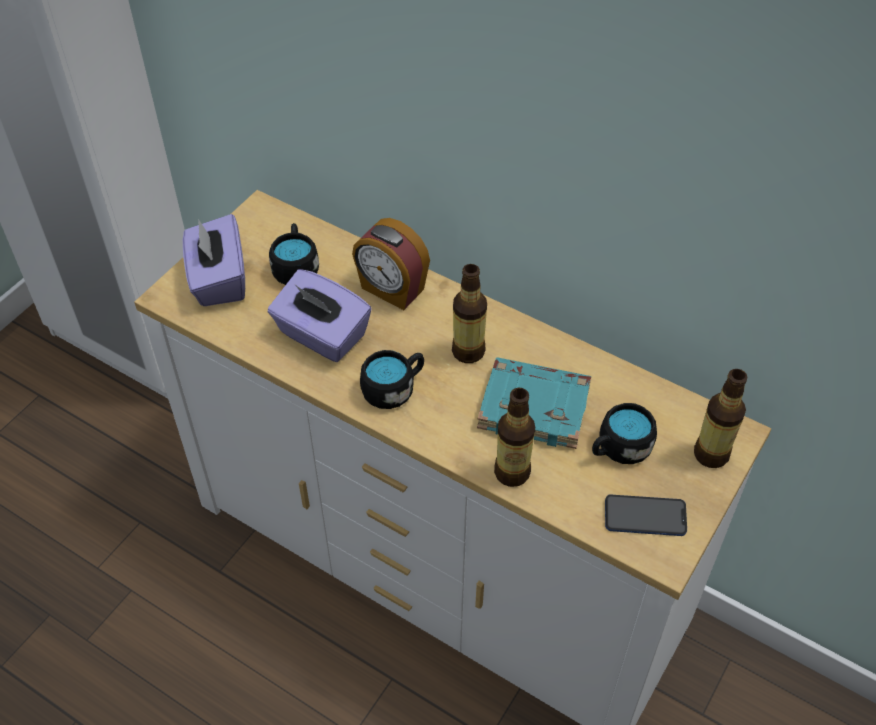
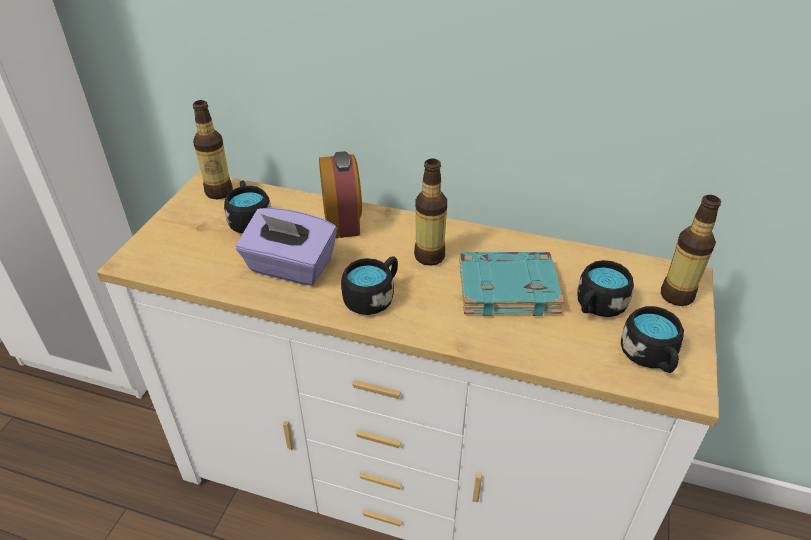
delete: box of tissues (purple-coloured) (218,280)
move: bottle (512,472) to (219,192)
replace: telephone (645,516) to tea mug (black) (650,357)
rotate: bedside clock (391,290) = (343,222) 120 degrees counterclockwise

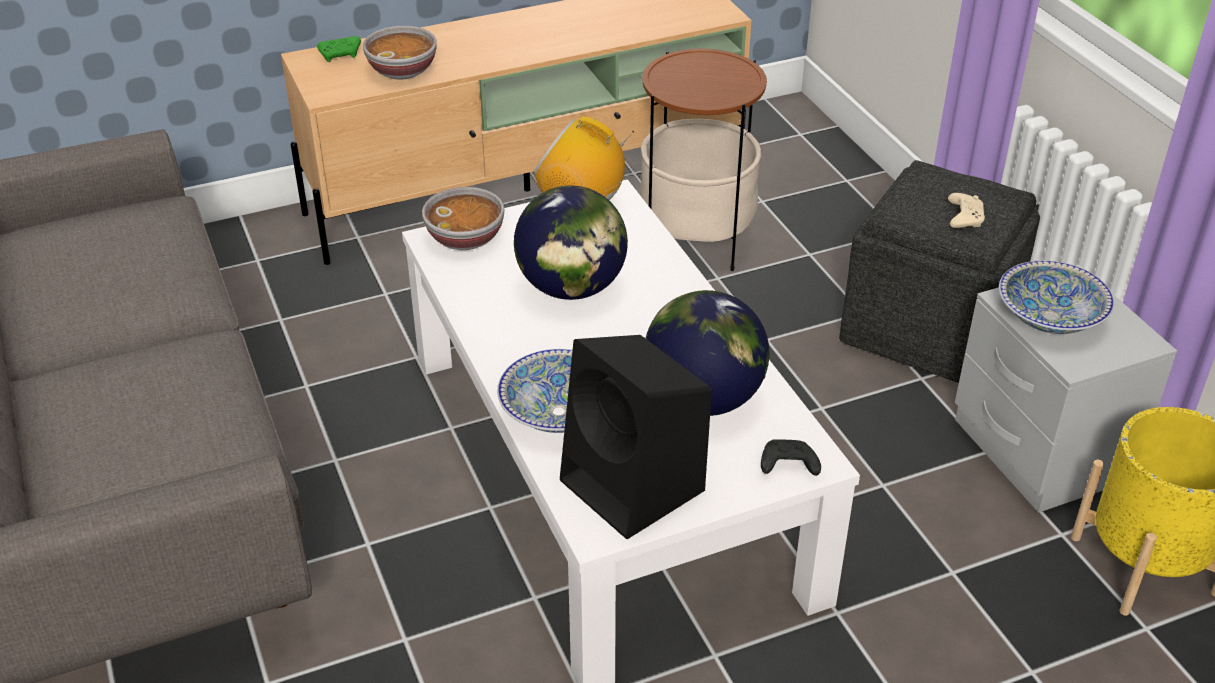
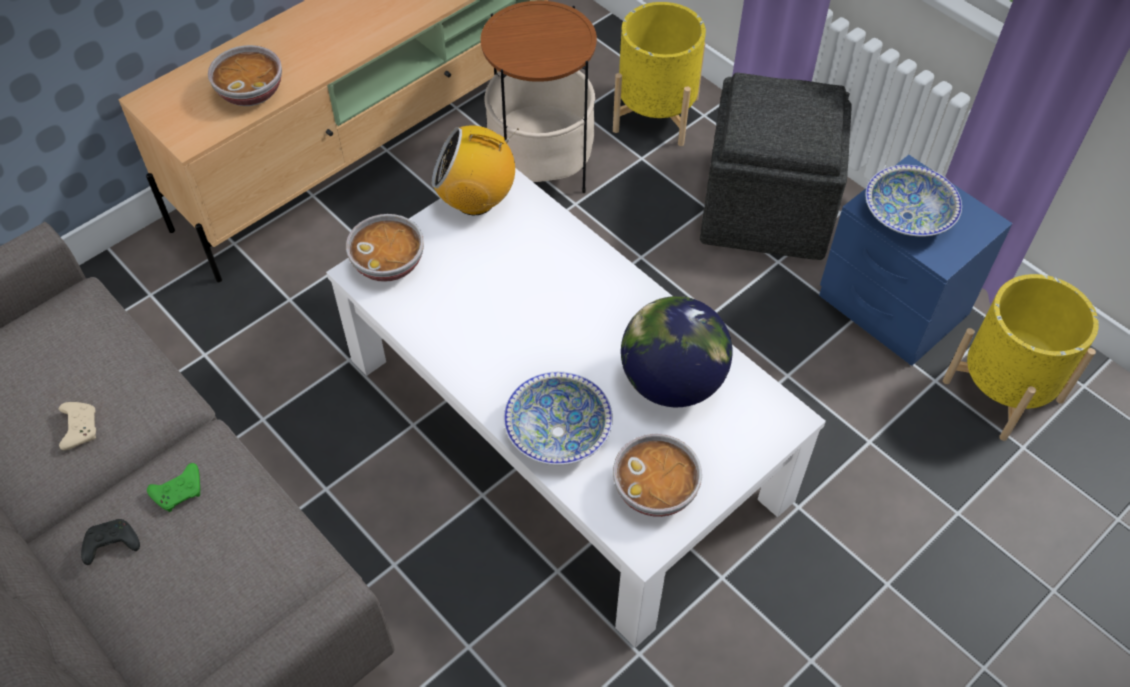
delete: world globe (571,288)
insert: plant pot (yellow) (656,114)
move: joypad (greenish) (341,55) to (180,492); joypad (black) (787,466) to (111,546); joypad (sand-coloured) (964,217) to (80,428)
replace: loudspeaker (black) (635,487) to serving bowl (656,490)
recolor: nightstand (grey) (1040,450) to nightstand (blue-coloured) (892,305)

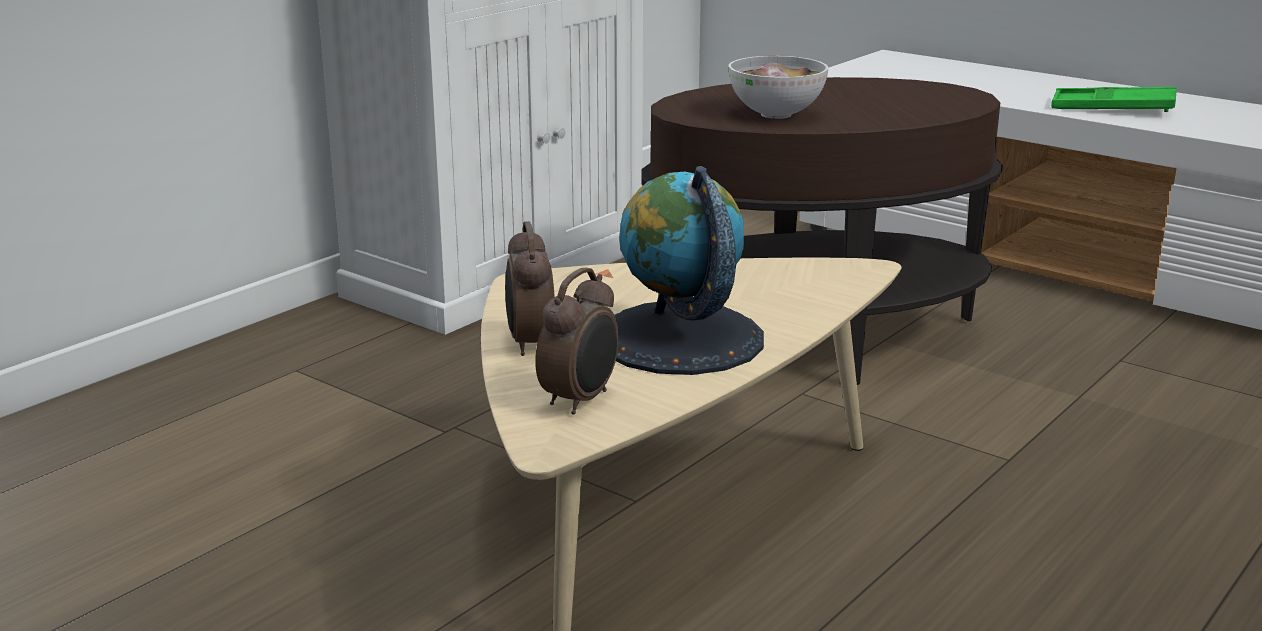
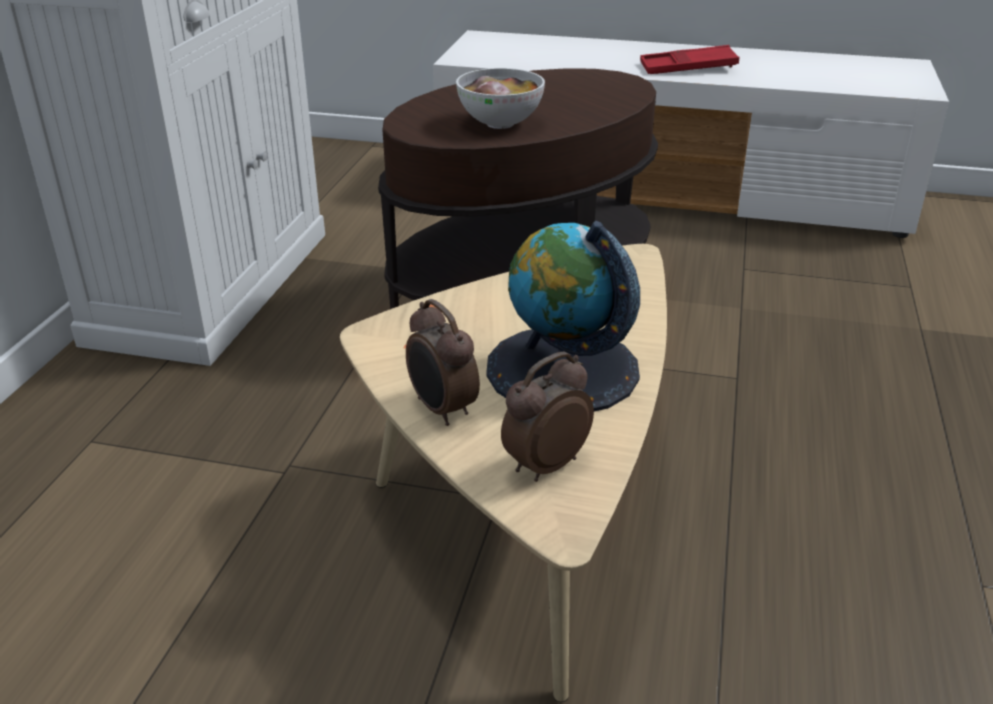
recolor: serving tray (greenish) (1112,108) to serving tray (reddish) (688,68)
rotate: bedside clock (581,400) = (544,465) 135 degrees counterclockwise

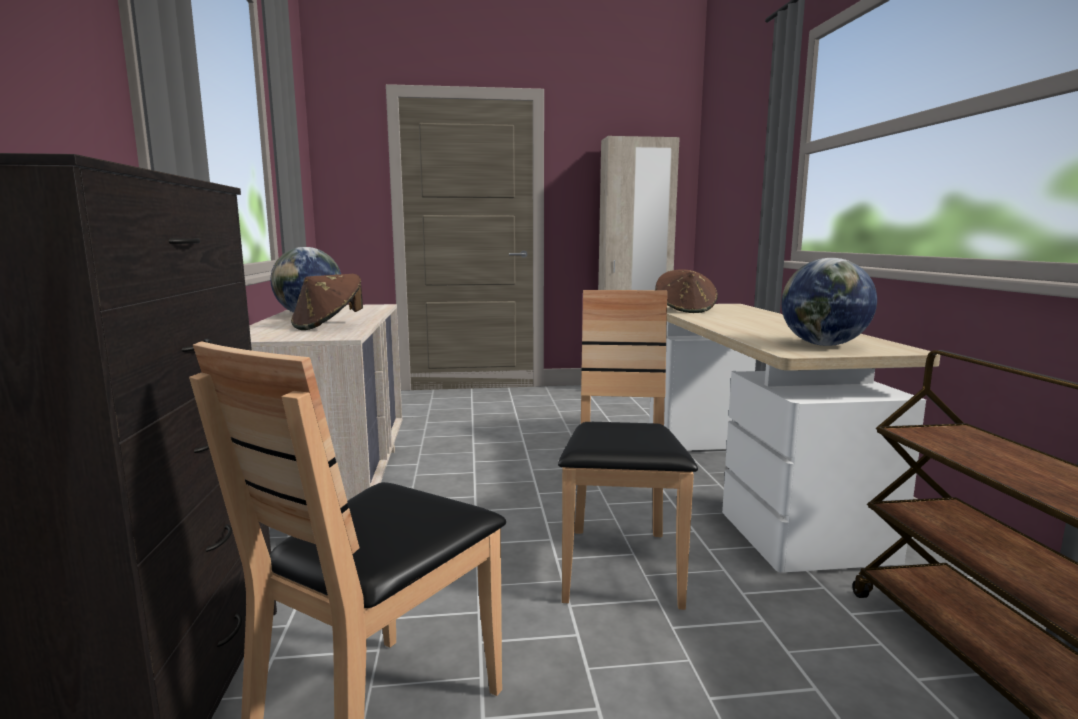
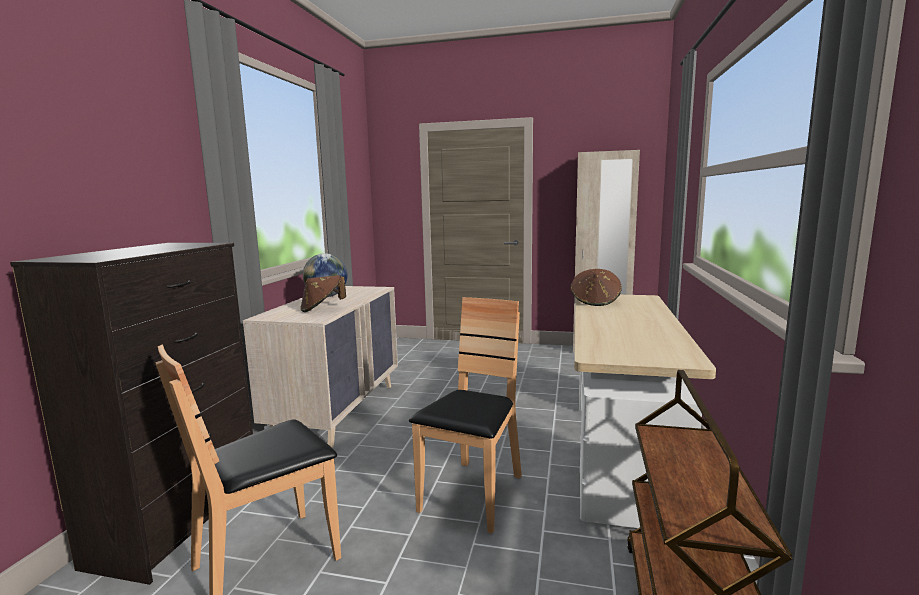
delete: world globe (823,345)

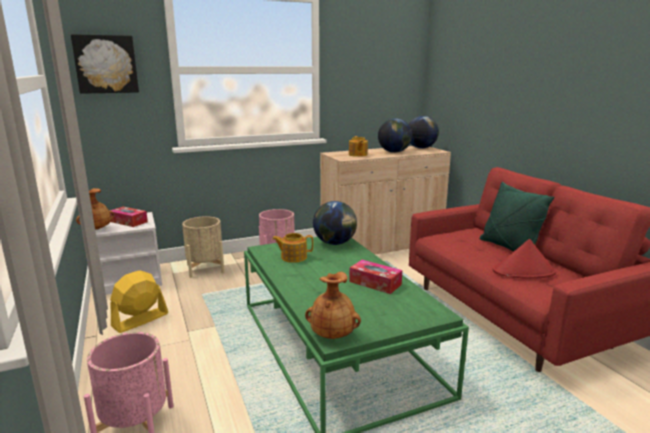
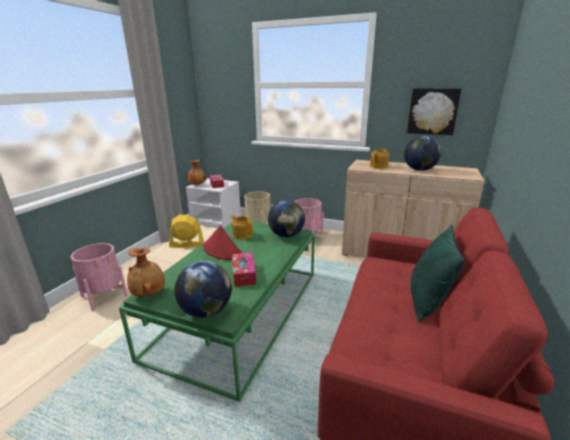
move: wall art (106,64) to (432,111); world globe (421,148) to (206,311); wearable hat (reddish) (524,272) to (222,250)

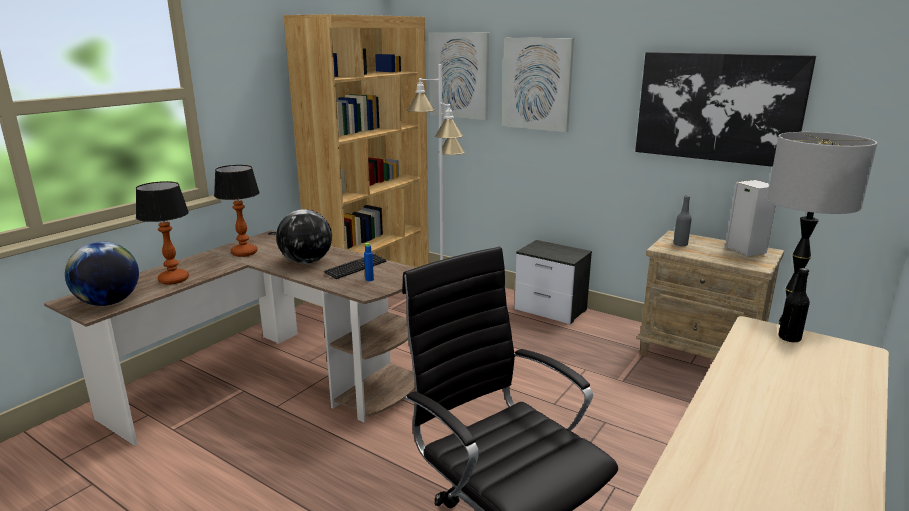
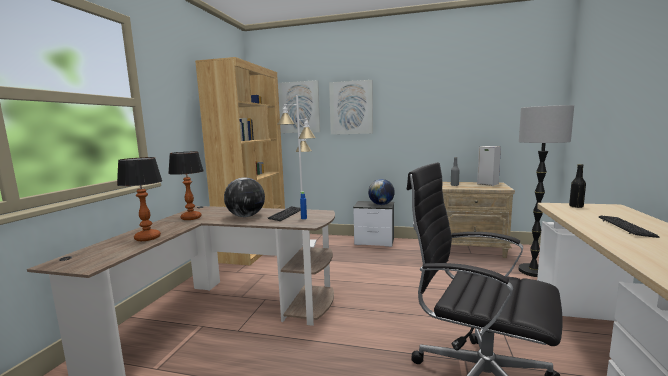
delete: wall art (718,107)
insert: computer keyboard (625,227)
move: world globe (109,302) to (381,204)

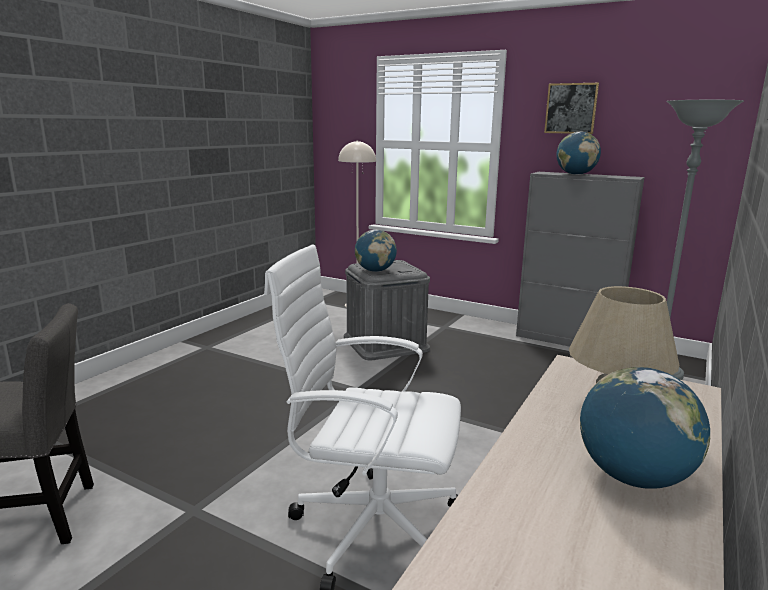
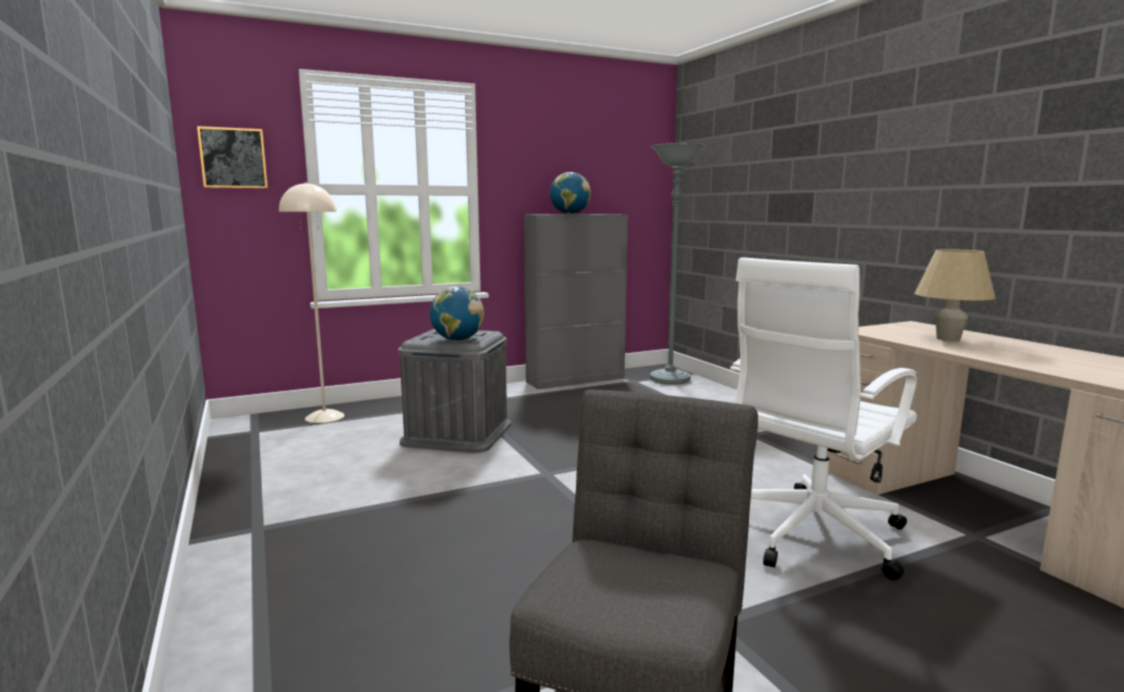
delete: world globe (633,477)
move: wall art (571,108) to (233,158)

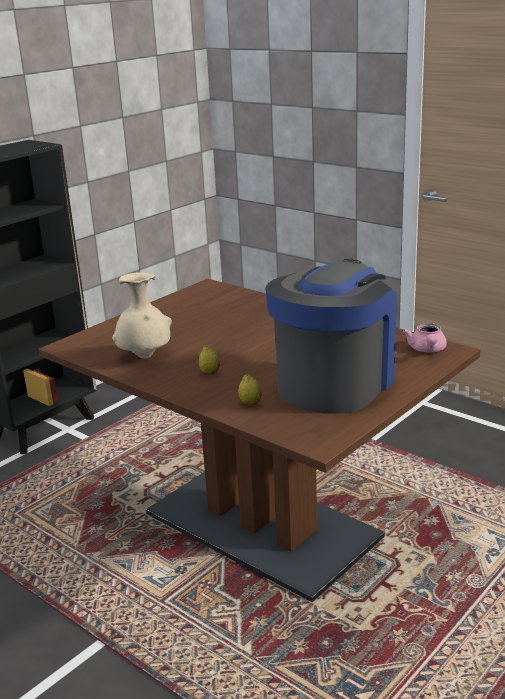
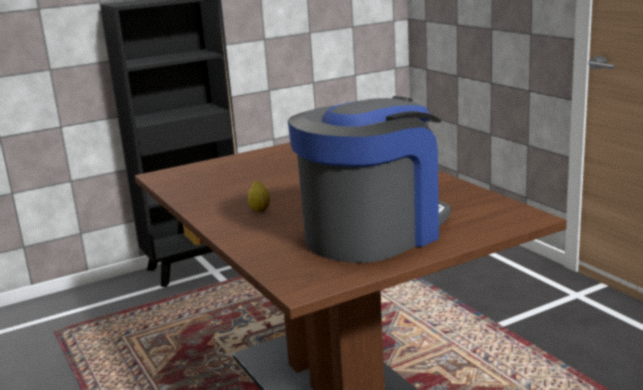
delete: decorative vase (sand-coloured) (145,357); lemon (250,403); pot for tea (pink-coloured) (427,350)

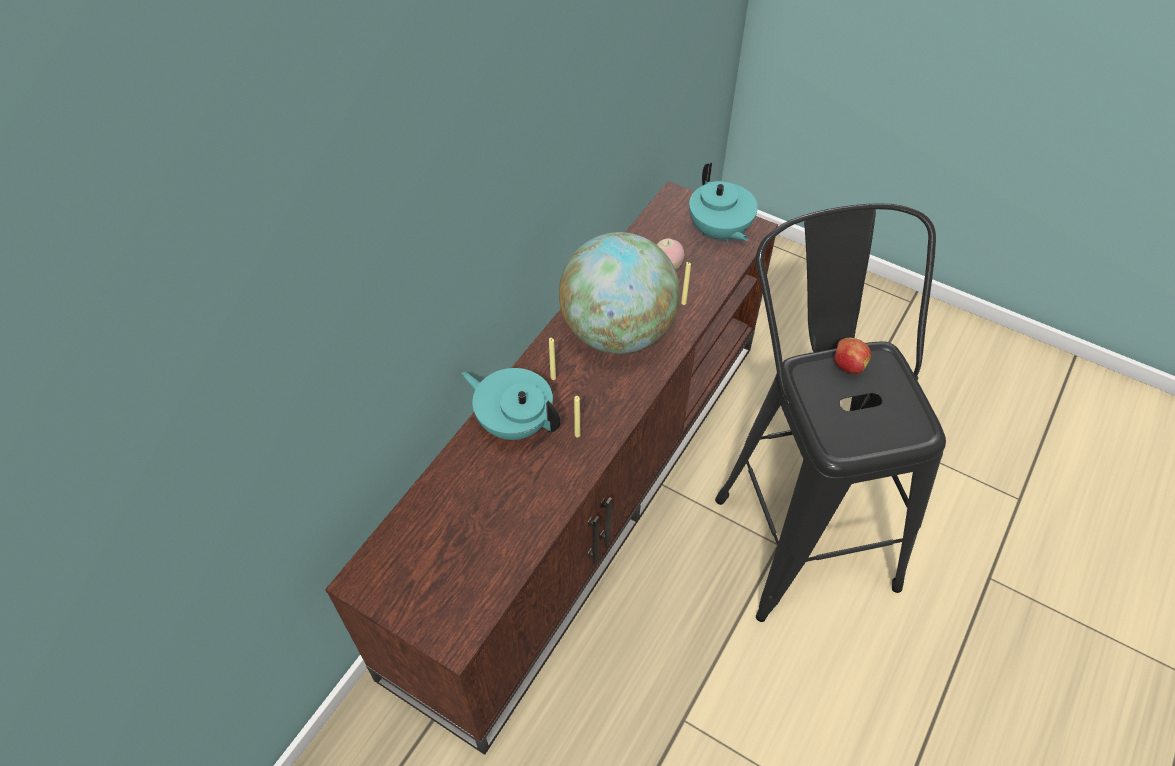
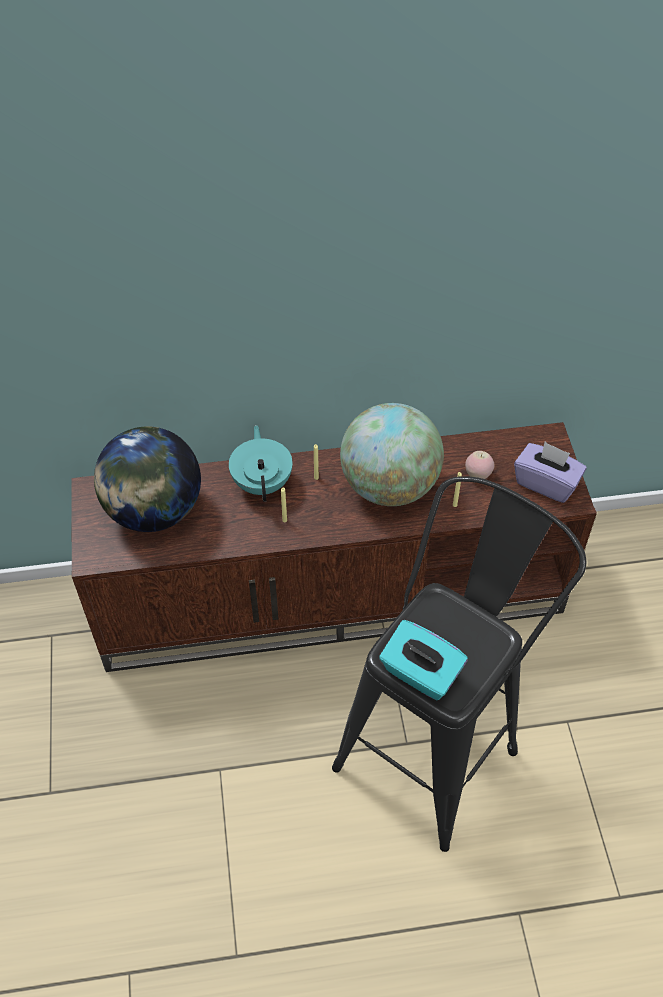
delete: apple (847,365)
insert: world globe (154,510); box of tissues (turquoise-coloured) (420,673)
replace: pot for tea (turquoise-coloured) (719,232) to box of tissues (purple-coloured) (546,483)

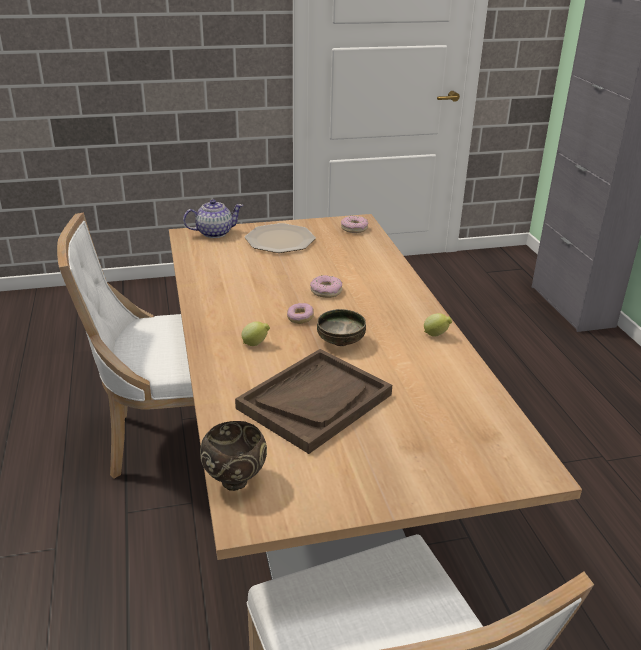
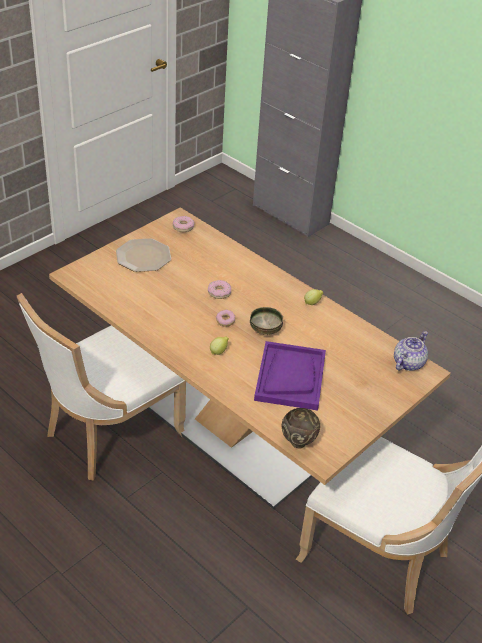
move: pot for tea (214,233) to (408,363)
recolor: serving tray (brown-coloured) (314,401) to serving tray (purple-coloured) (290,377)

